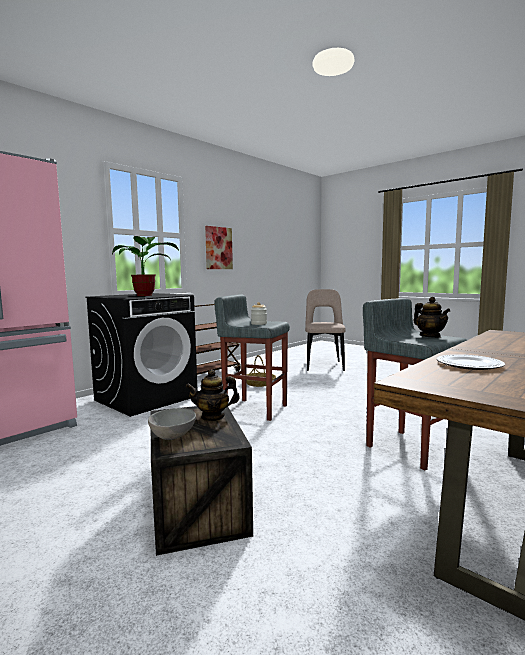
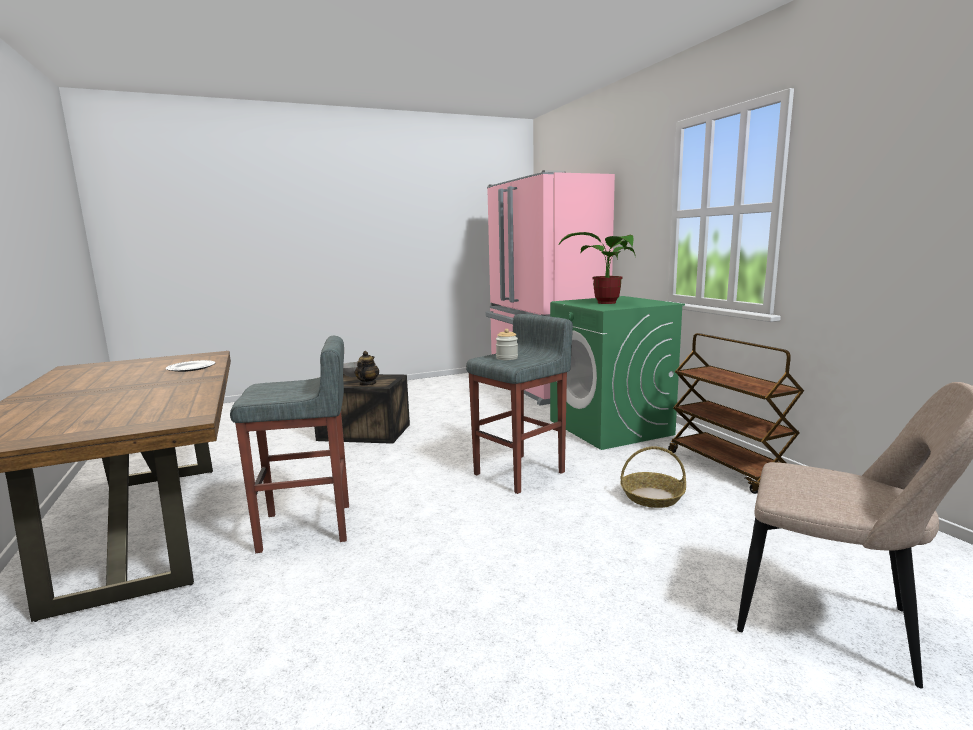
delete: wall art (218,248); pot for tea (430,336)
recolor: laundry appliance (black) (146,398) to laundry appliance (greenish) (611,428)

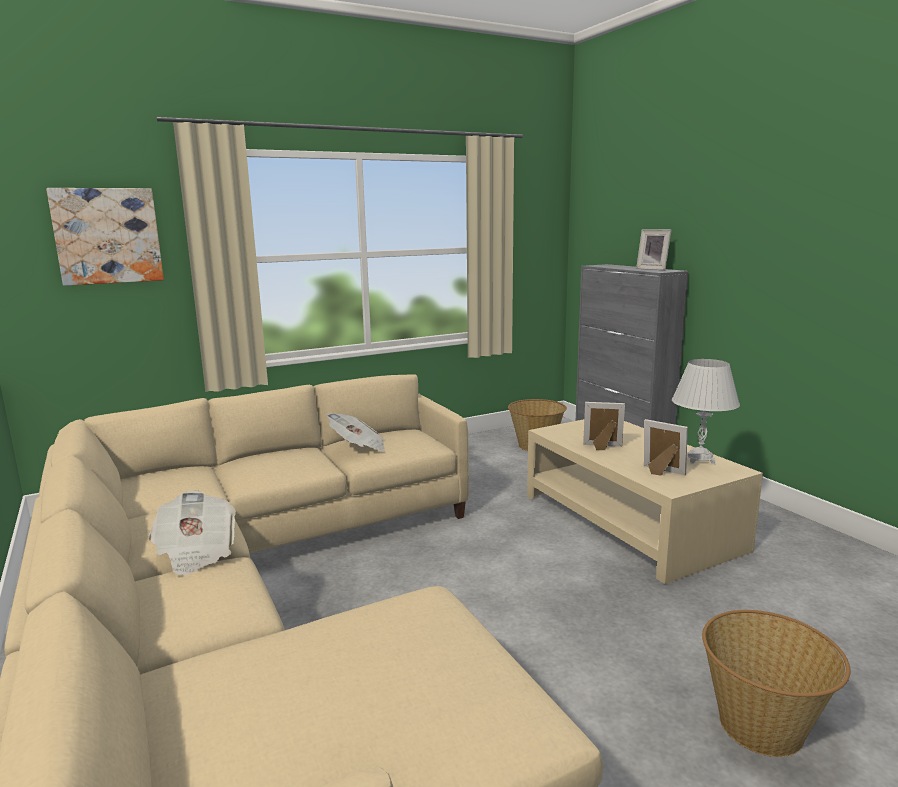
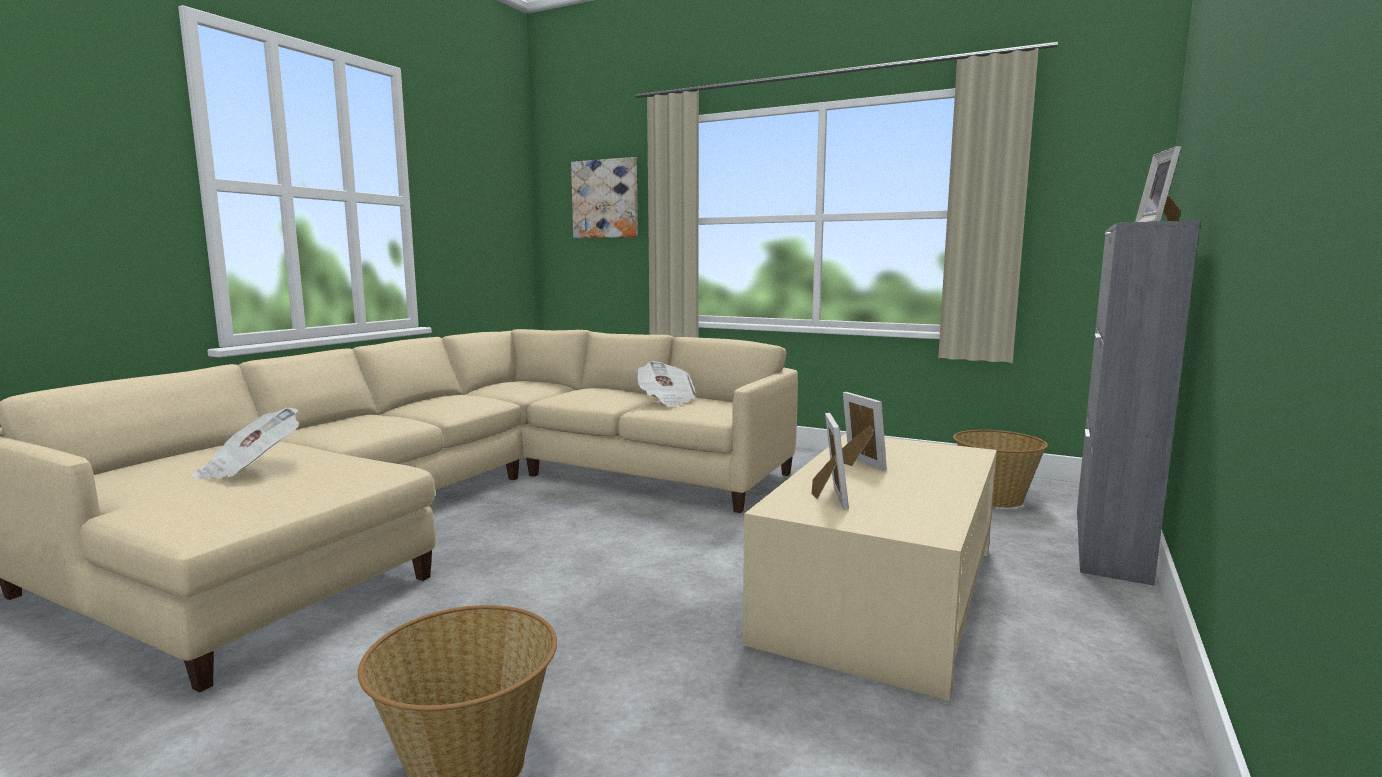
delete: tabletop lamp (white-coloured) (700,459)
move: newspaper (196,552) to (250,468)

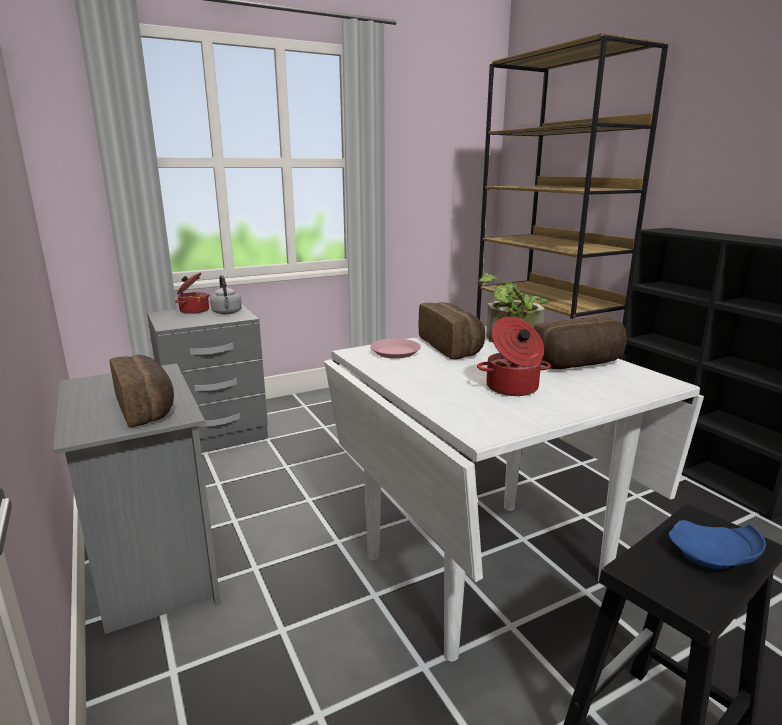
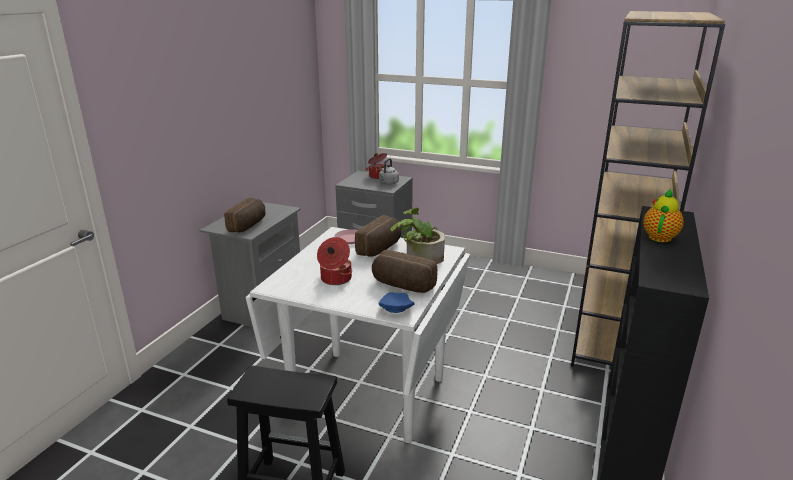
insert: pot for tea (660,236)
move: plate (blue-coloured) (713,558) to (395,309)

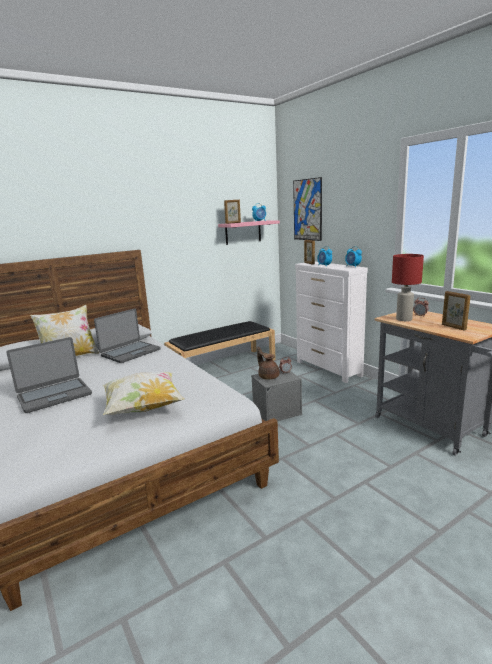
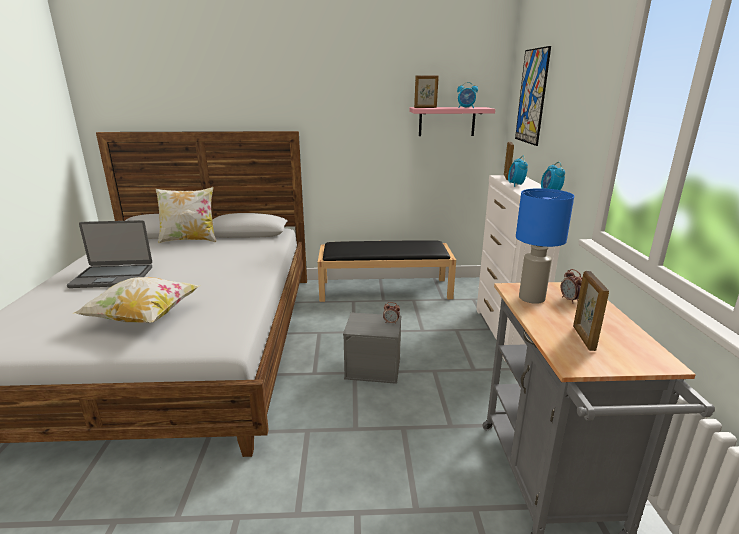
delete: laptop (130,352); pot for tea (brown-coloured) (268,376)
recolor: tabletop lamp (reddish) (403,319) to tabletop lamp (blue-coloured) (531,298)

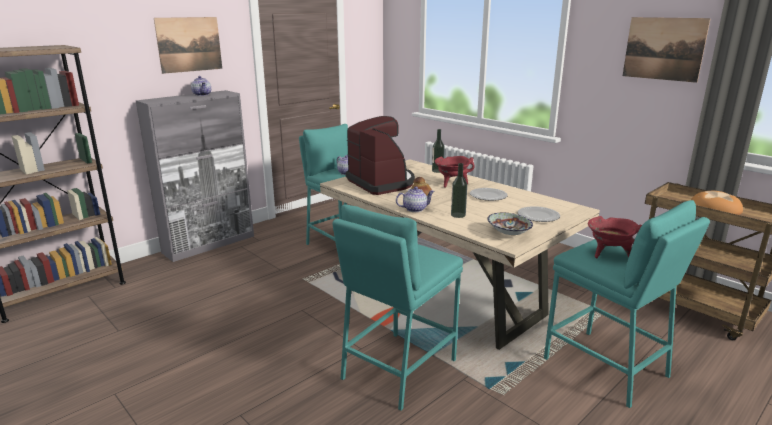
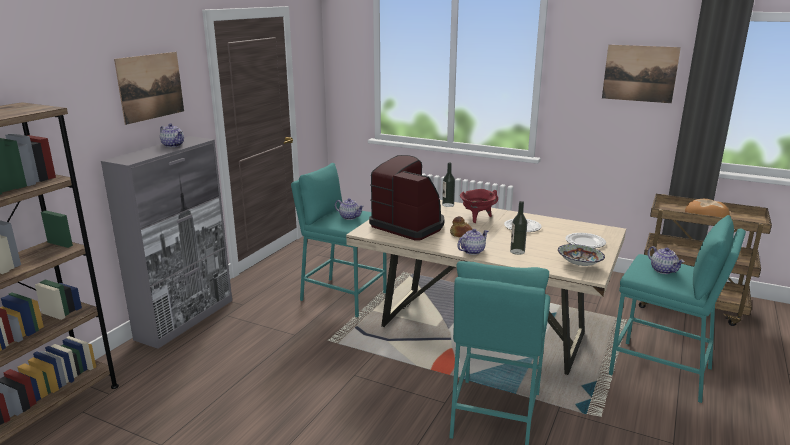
replace: cooking pot (reddish) (609,254) to pot for tea (663,270)

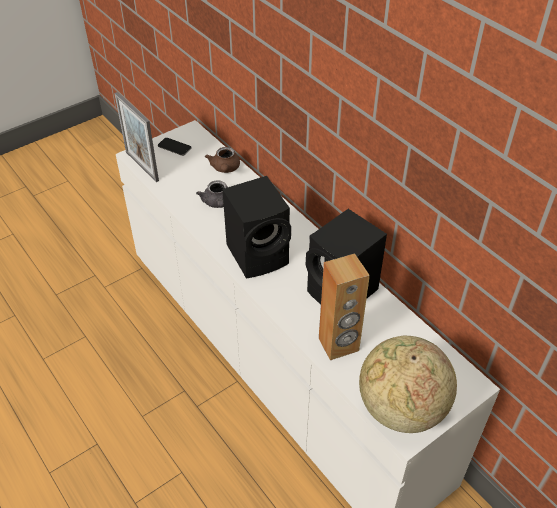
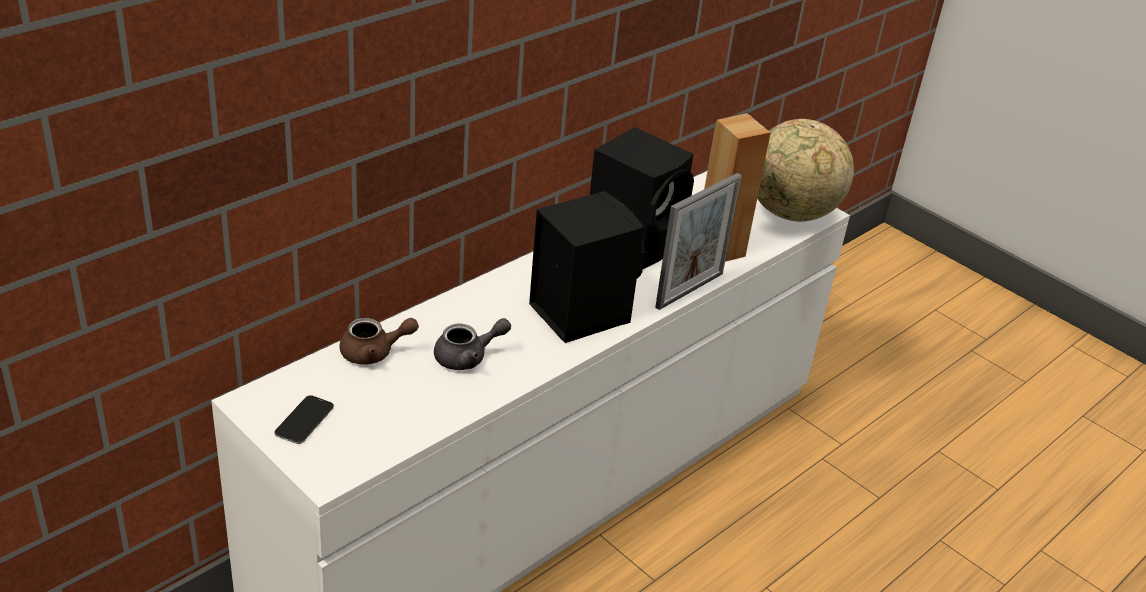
move: standing frame (142,166) to (689,290)

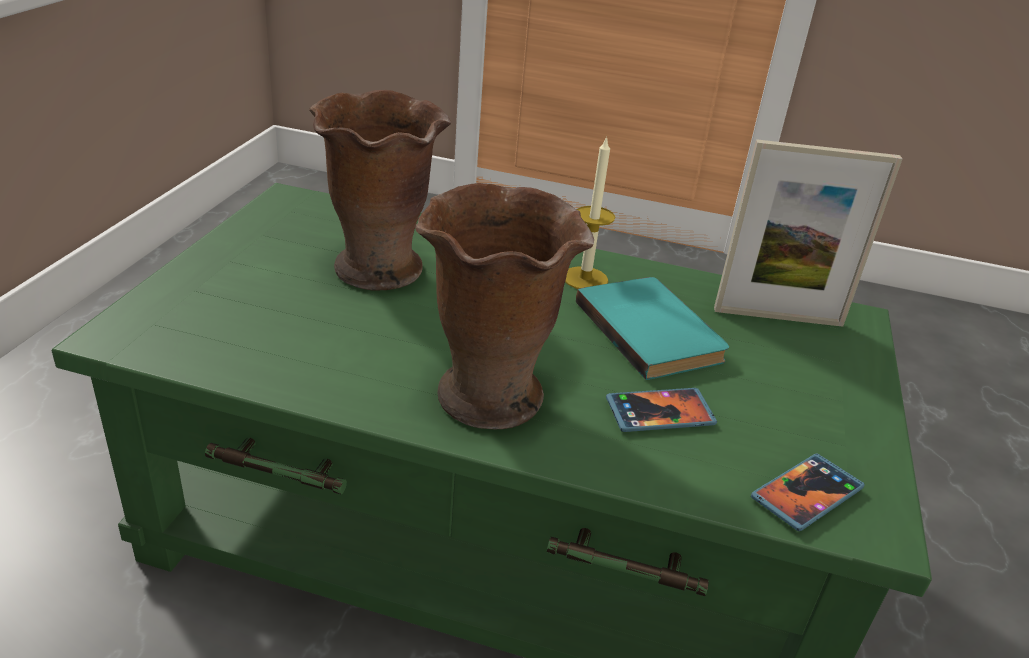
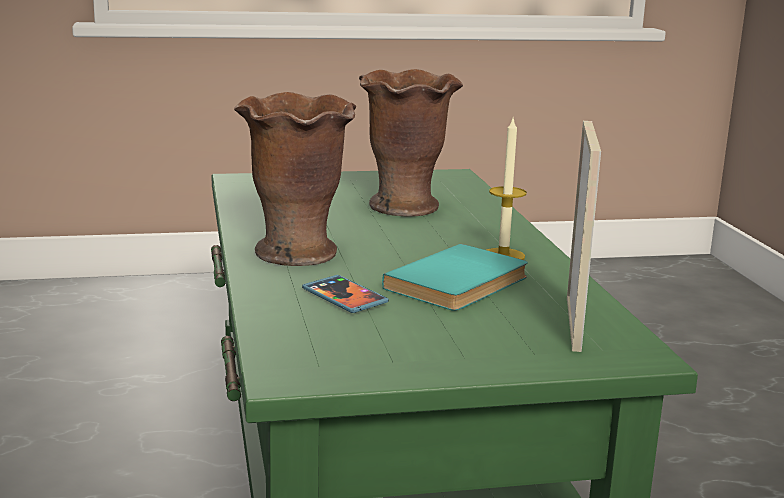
delete: telephone (806,494)
rotate: standing frame (778,317) = (573,323) 150 degrees counterclockwise

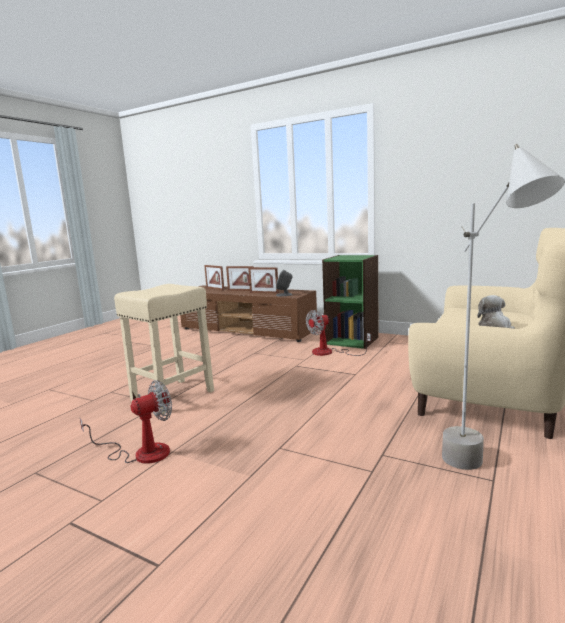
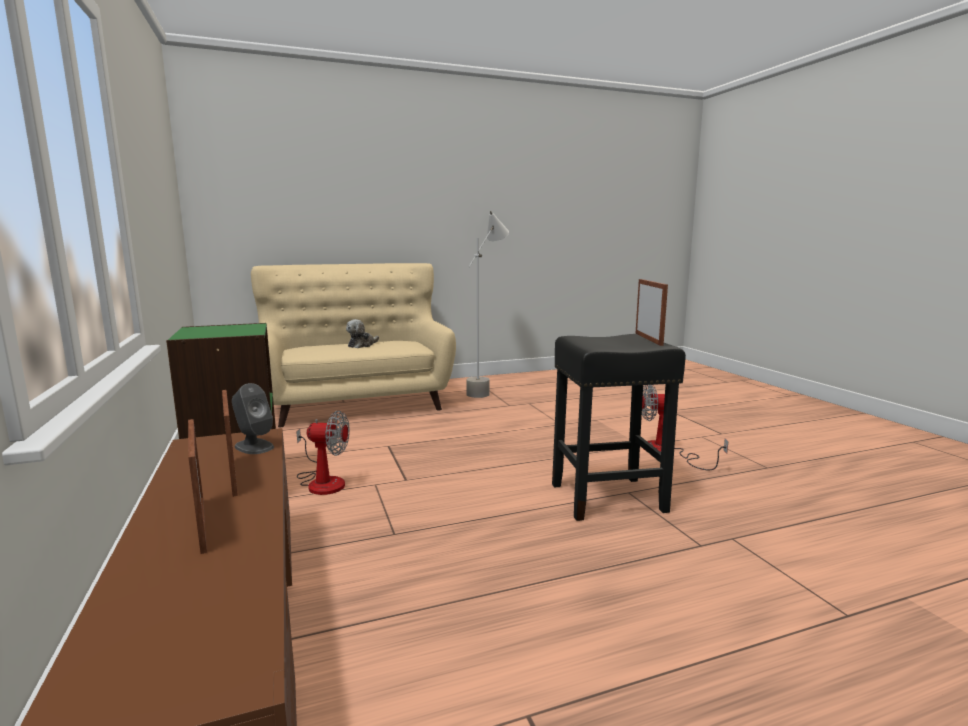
move: standing frame (215,289) to (648,339)
recolor: stool seat (sand-coloured) (172,396) to stool seat (black) (609,497)

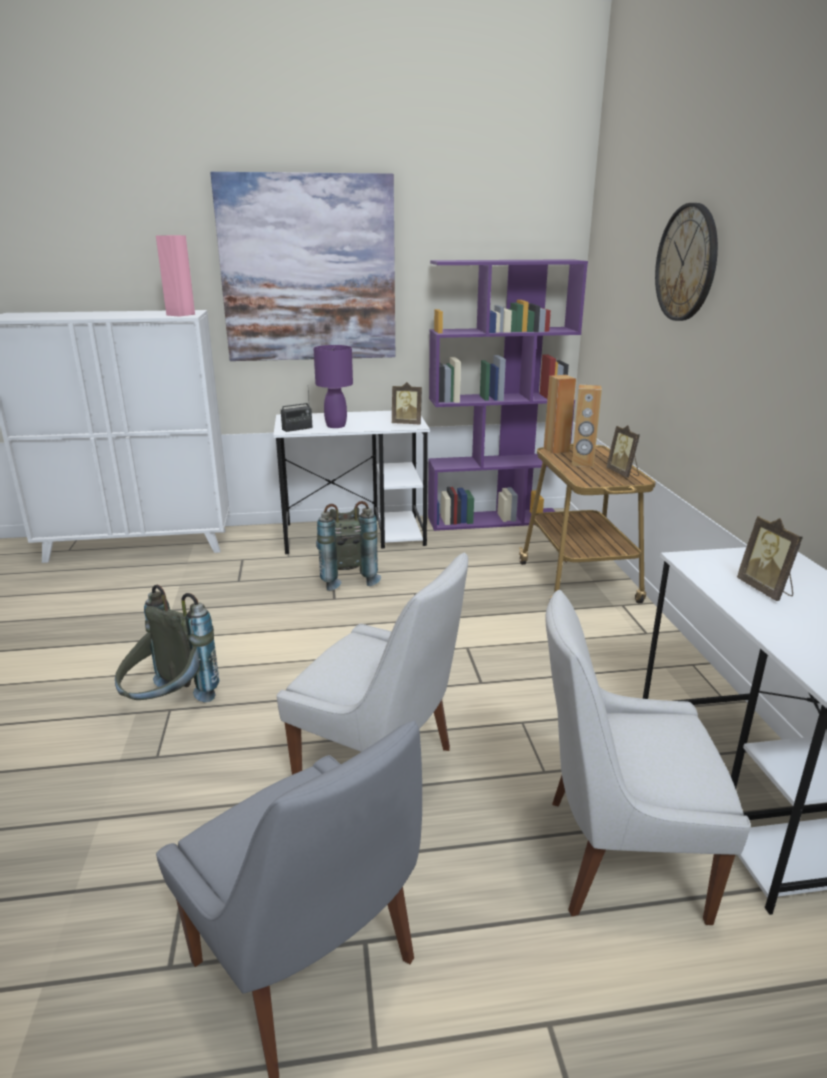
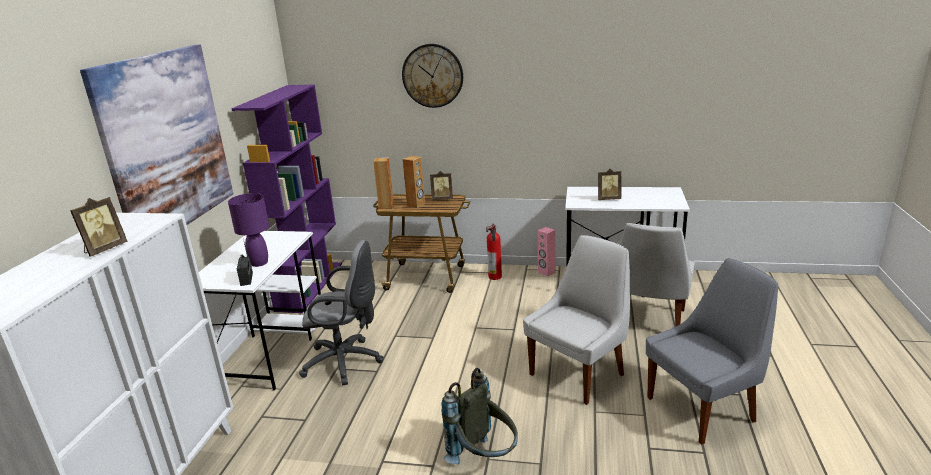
insert: fire extinguisher (495,277)
move: loudspeaker (pink-coloured) (180,315) to (546,272); standing frame (407,423) to (104,249)
replace: backpack (grey) (346,577) to desk chair (grey) (347,362)

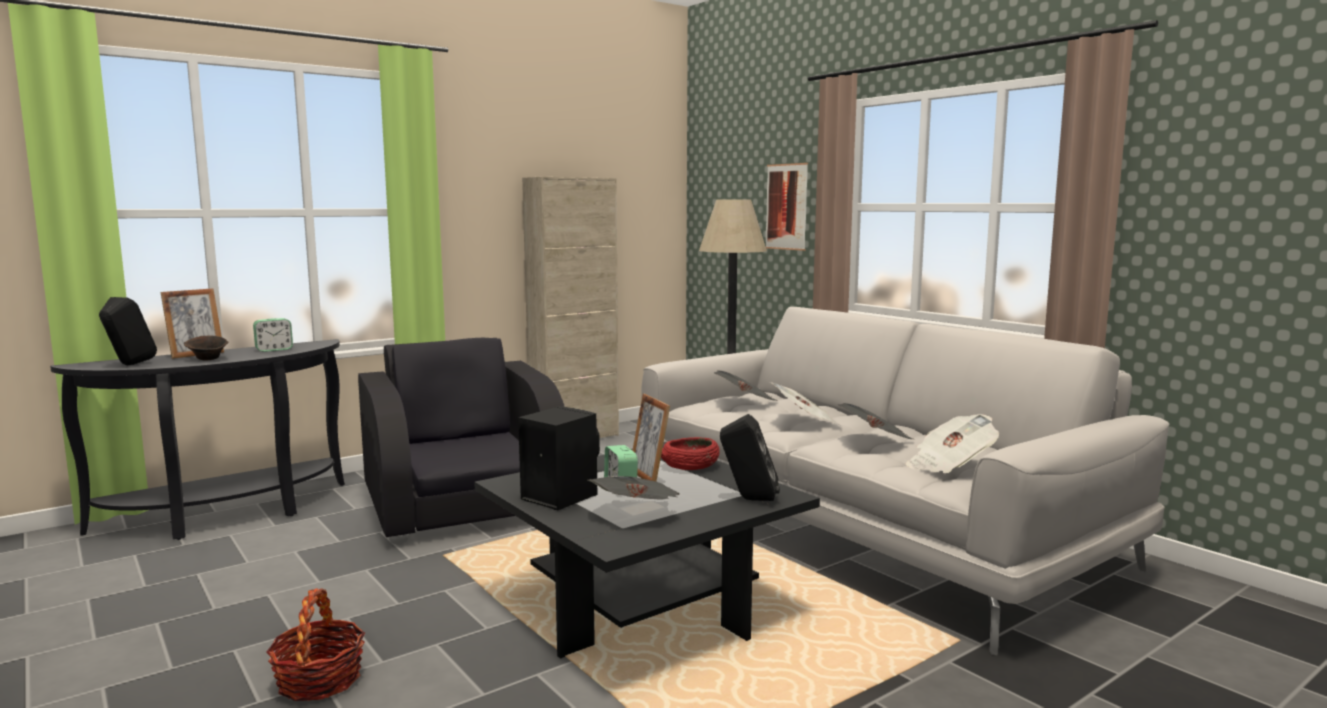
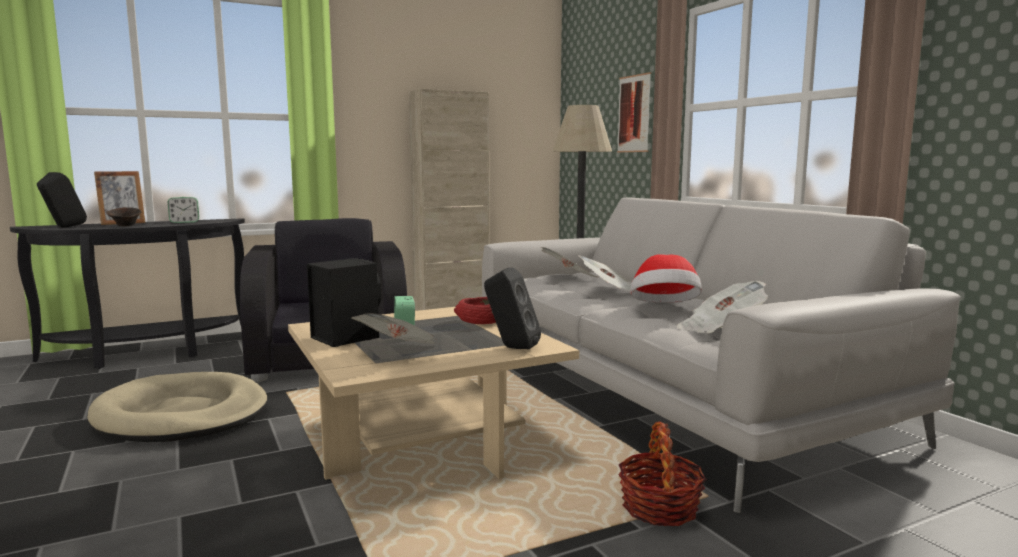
delete: standing frame (648,477)
insert: pet bed (sand-coloured) (182,415)
move: basket (319,680) to (659,508)
replace: newspaper (876,441) to wearable hat (664,308)
recolor: lounge table (black) (642,604) to lounge table (sand-coloured) (425,442)

